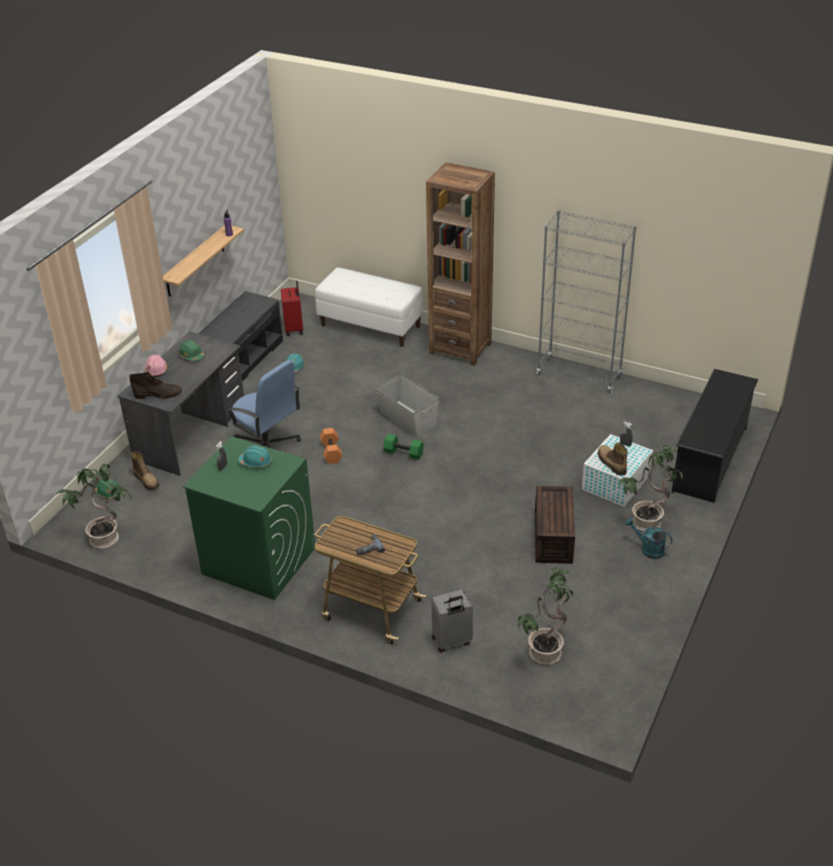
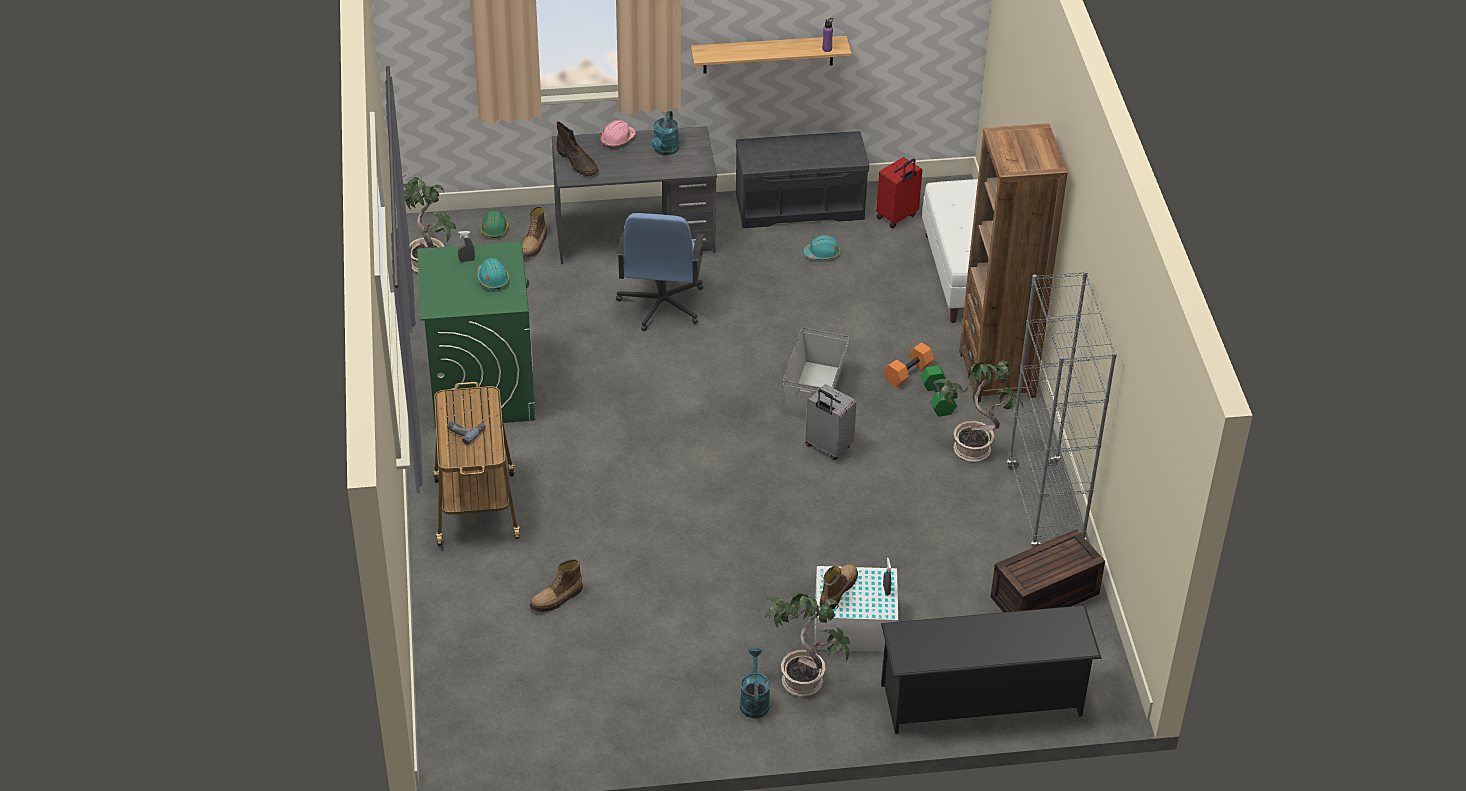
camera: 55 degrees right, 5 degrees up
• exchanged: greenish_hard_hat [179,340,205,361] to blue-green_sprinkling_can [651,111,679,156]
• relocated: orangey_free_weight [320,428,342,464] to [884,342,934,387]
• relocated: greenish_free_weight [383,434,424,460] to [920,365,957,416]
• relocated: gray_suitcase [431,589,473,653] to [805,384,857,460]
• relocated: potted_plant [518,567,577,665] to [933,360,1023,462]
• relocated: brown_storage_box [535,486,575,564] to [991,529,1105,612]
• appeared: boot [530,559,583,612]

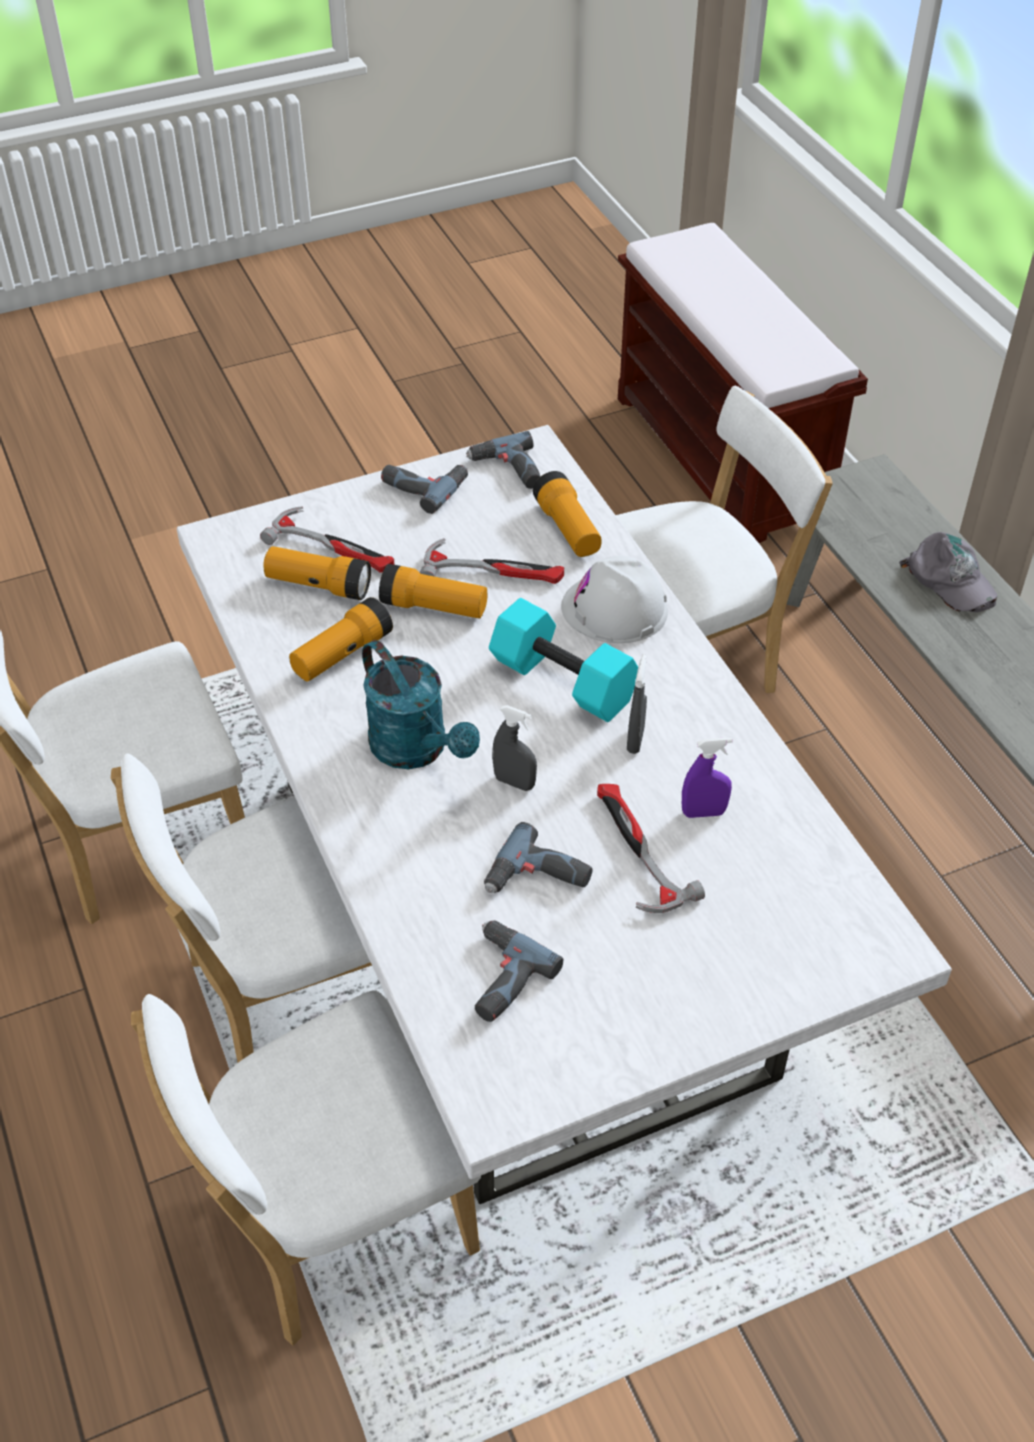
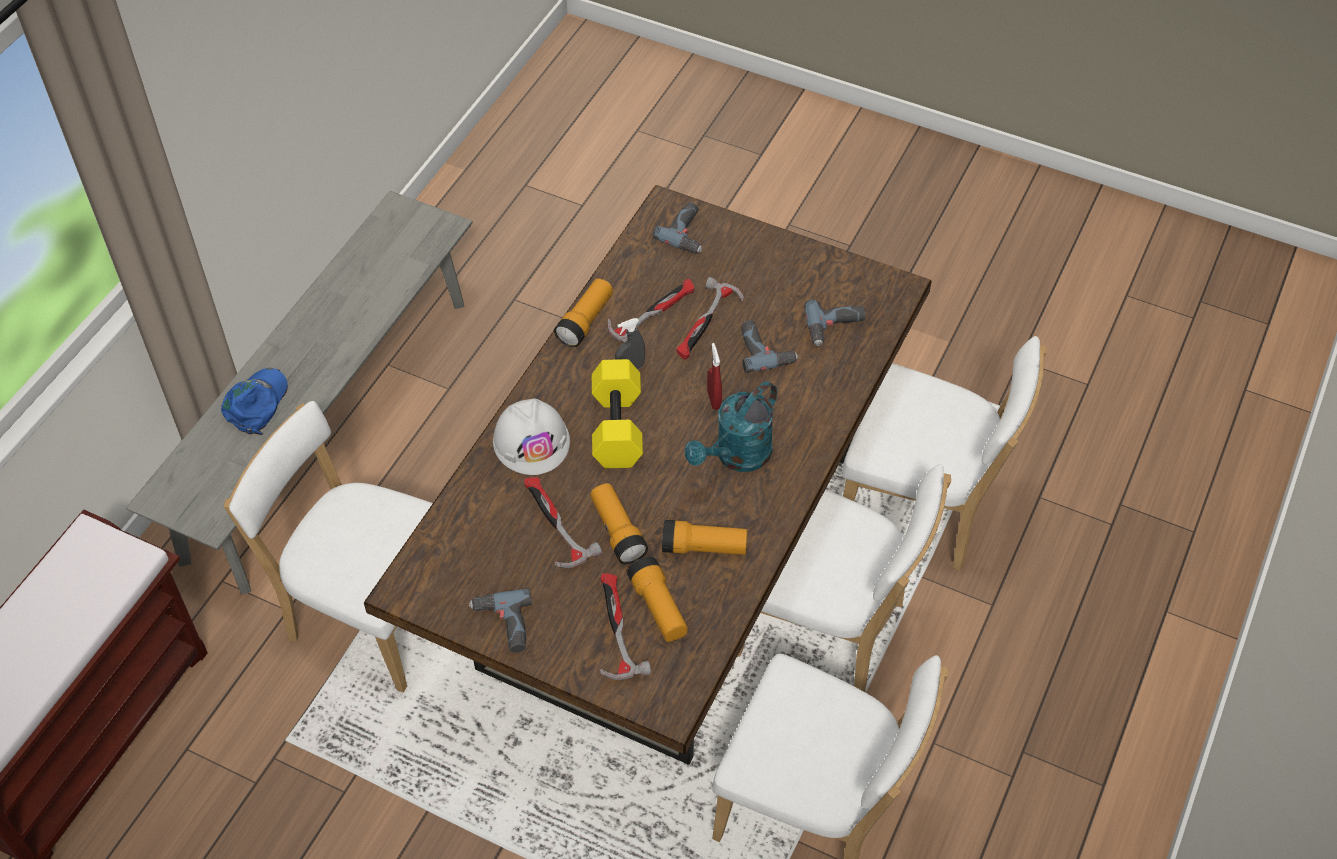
camera: 130 degrees left, 5 degrees up
• colour: white_dinner_table [177,425,952,1204] to brown_dinner_table [364,185,932,765]
• spun: blue-green_sprinkling_can [362,640,480,769] = [685,381,777,472] 150 degrees counterclockwise
• relocated: power_drill [466,431,541,489] to [653,202,702,254]
• colour: blue-green_free_weight [489,598,638,722] to yellow_free_weight [592,359,643,468]
• colour: gray_sprayer [492,705,537,791] to reddish_sprayer [707,343,722,410]
• relocated: torch [533,471,602,557] to [554,278,613,347]
• exchanged: purple_sprayer [682,737,733,818] to hammer [608,279,694,342]
• colour: gray_cap [899,532,997,612] to blue-coloured_cap [221,368,288,435]

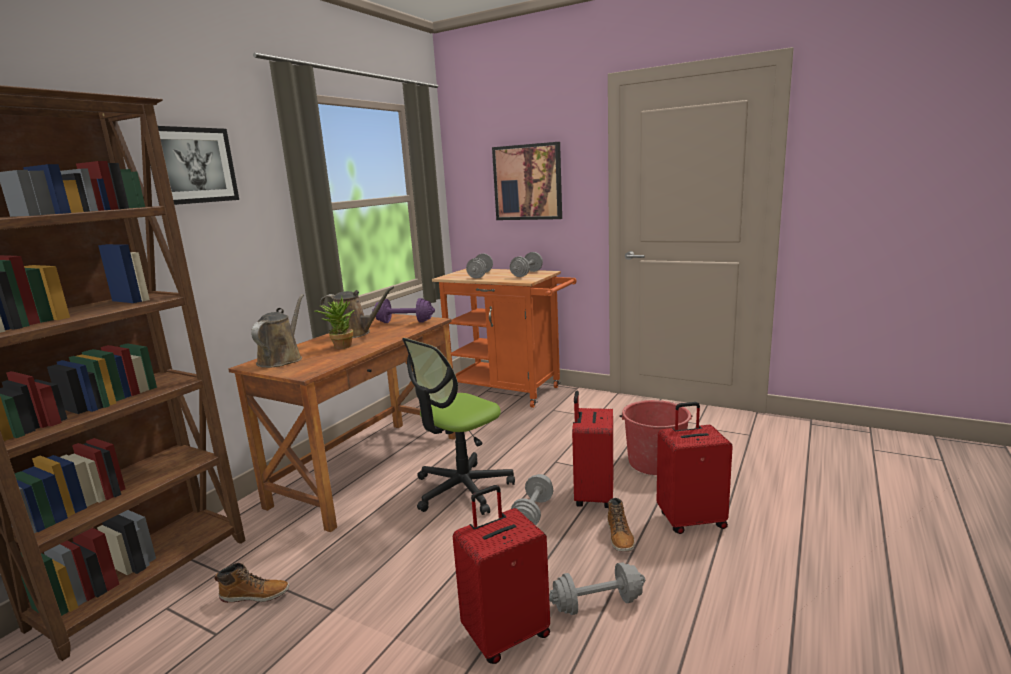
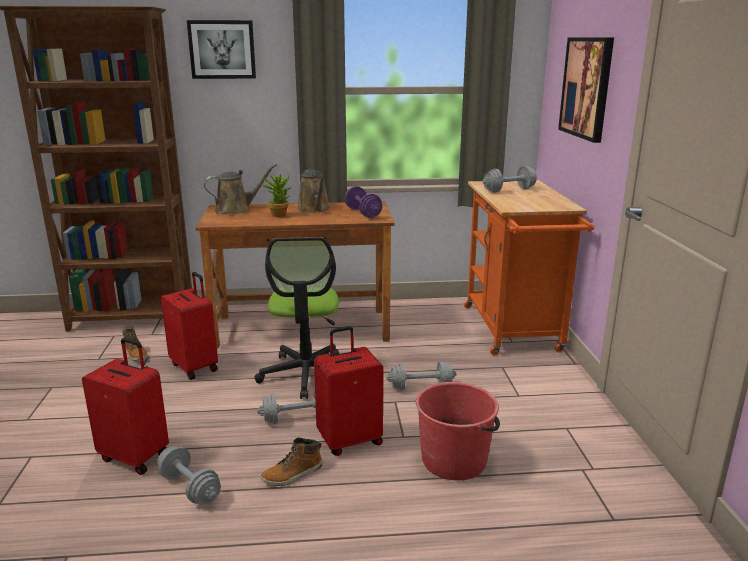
camera: 55 degrees right, 5 degrees up
• spun: desk_chair [402,338,515,515] = [254,237,339,399] 105 degrees counterclockwise
• relocated: gray_free_weight [510,252,543,277] to [386,361,457,390]
• relocated: reddish_suitcase [657,402,733,534] to [161,272,218,380]

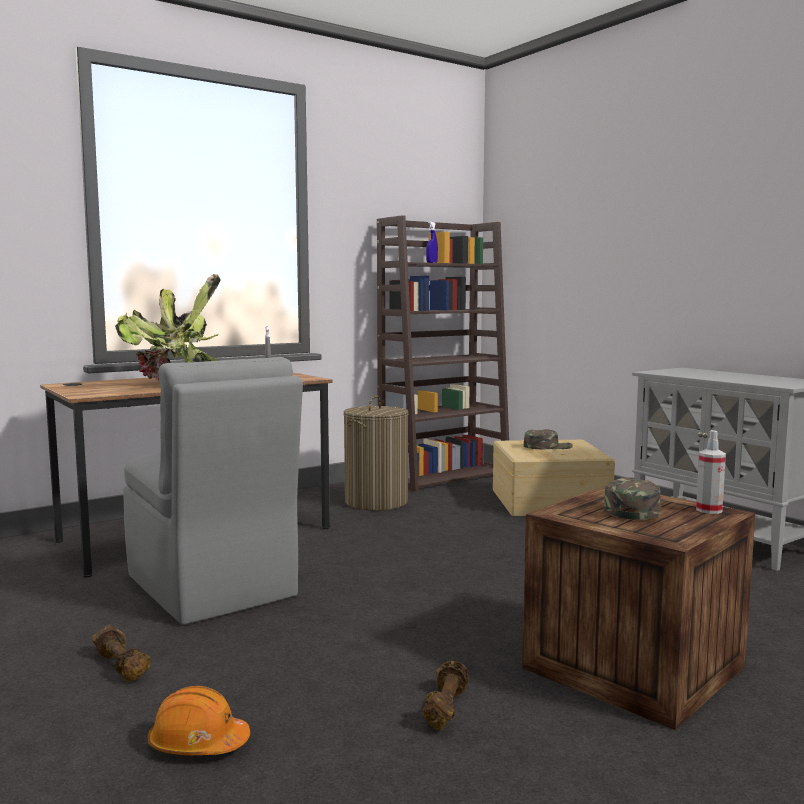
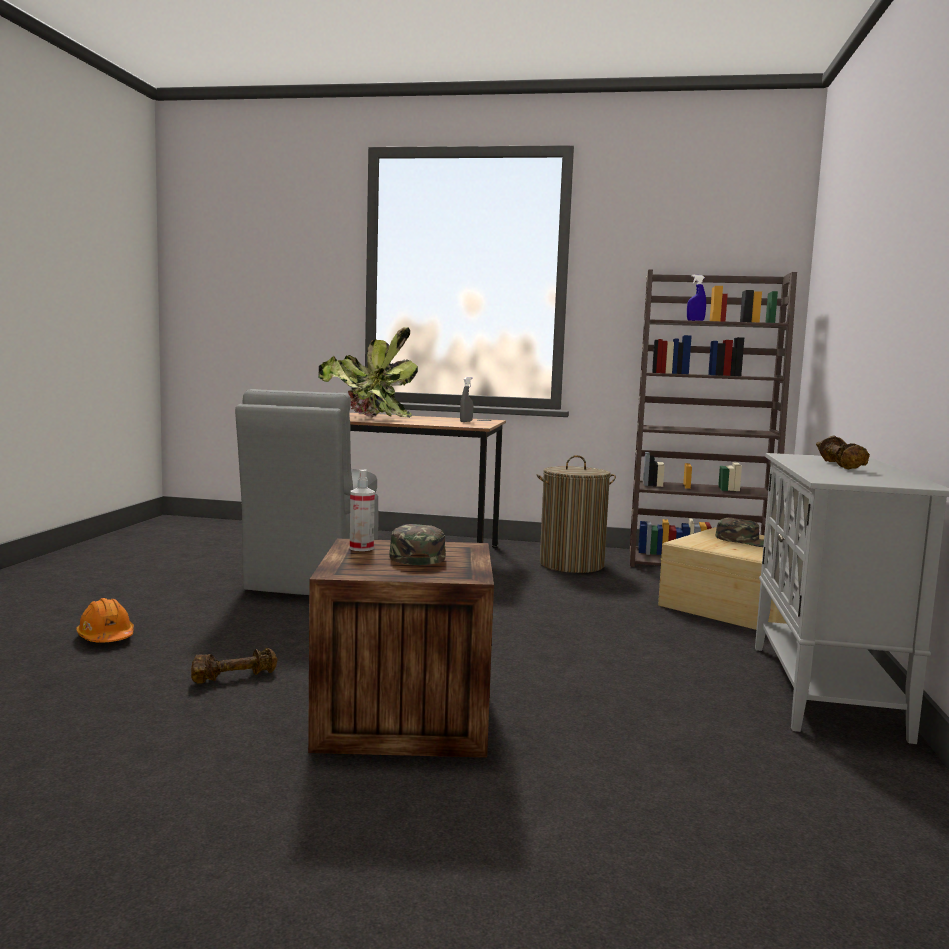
camera: 45 degrees right, 0 degrees up
• relocated: brown_free_weight [92,624,151,682] to [816,435,870,469]
• spun: greenish_cap [603,477,661,520] = [389,524,446,565] 75 degrees counterclockwise
• relocated: sprayer [696,430,726,514] to [350,469,375,551]

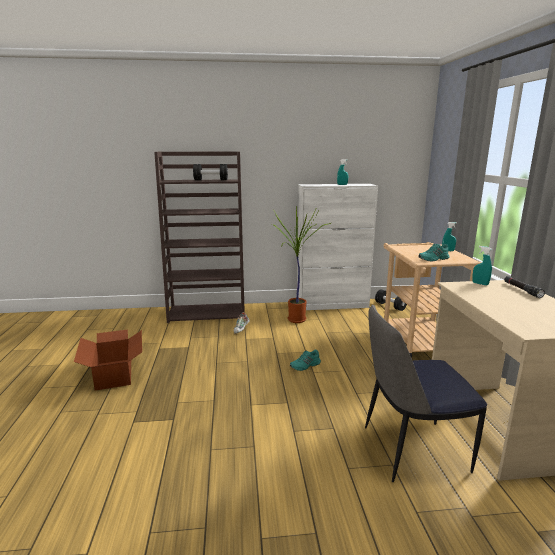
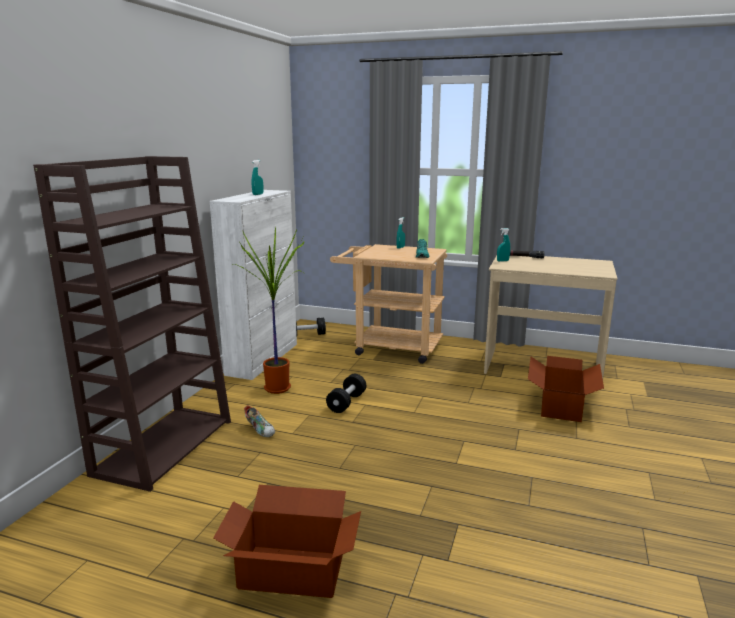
camera: 65 degrees left, 0 degrees up
• relocated: black-coloured_free_weight [193,164,228,180] to [326,374,366,413]
• missing: blue-green_low_shoe [290,349,321,371]
• exchanged: chair [365,304,487,482] to cardboard_box [528,356,604,422]

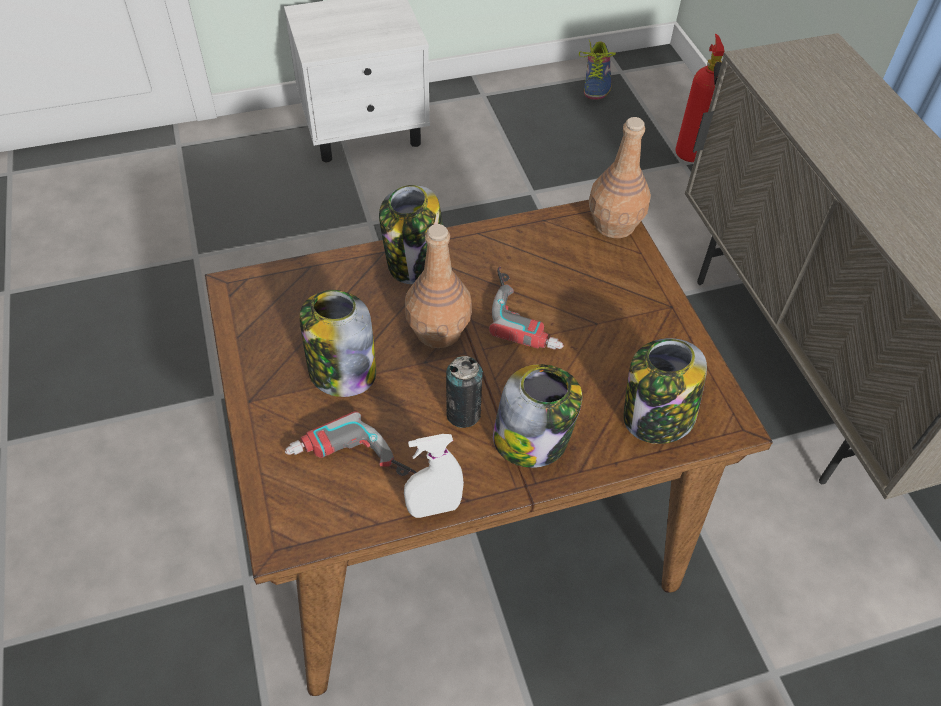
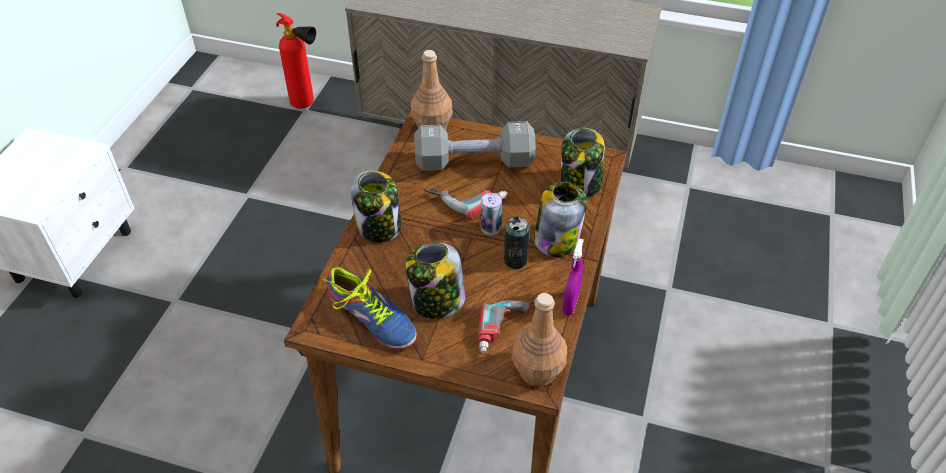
camera: 55 degrees left, 5 degrees down
• colour: white_sprayer [404,434,464,518] to purple_sprayer [562,239,584,315]
• relocated: brown_drink_bottle [405,224,472,348] to [512,293,567,386]
• relocated: low_shoe [579,40,616,100] to [323,267,417,350]
• appeared: gray_free_weight [414,121,536,171]
• appeared: can [481,193,502,235]

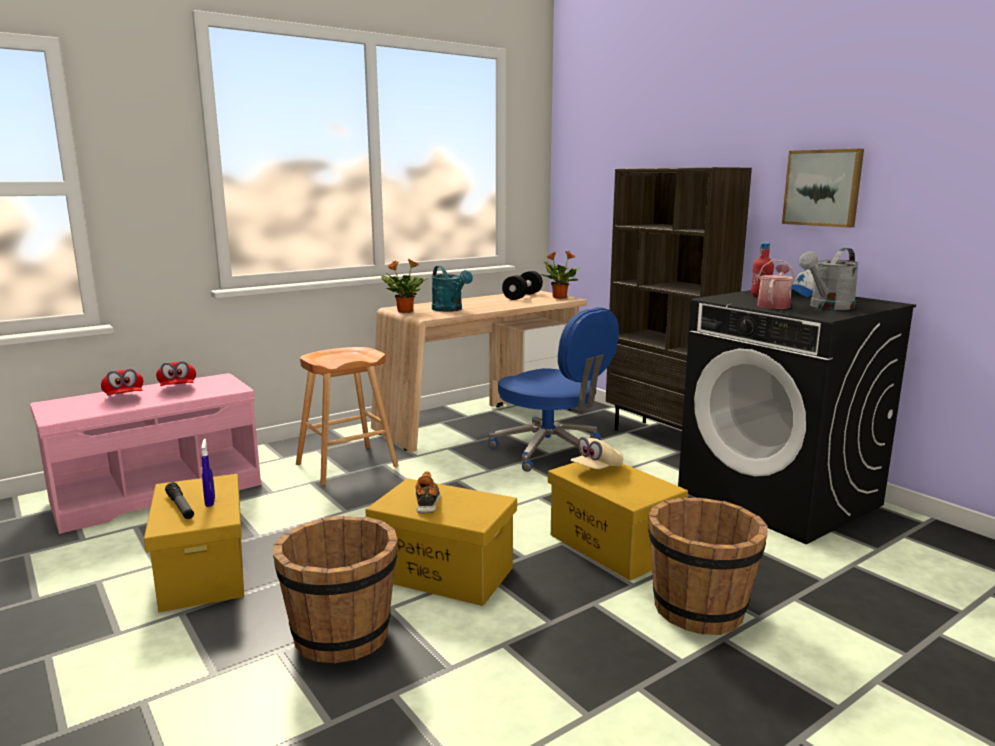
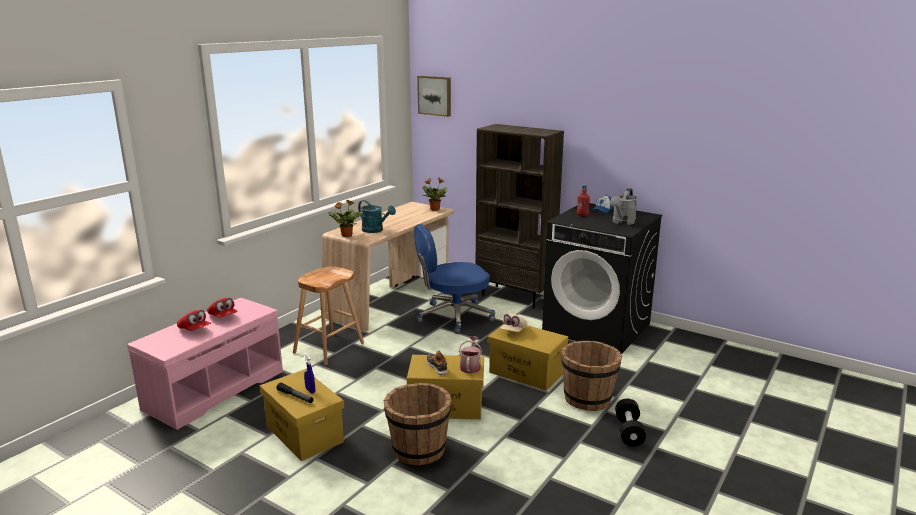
camera: 20 degrees left, 5 degrees up
• spun: blue-coloured_desk_chair [488,307,619,472] = [414,224,495,334] 135 degrees clockwise
• relocated: black-coloured_free_weight [502,271,543,300] to [615,399,646,447]
• relocated: sprinkling_can [757,259,795,309] to [459,336,482,374]
• relocated: wall_art [782,149,864,228] to [417,76,451,117]

